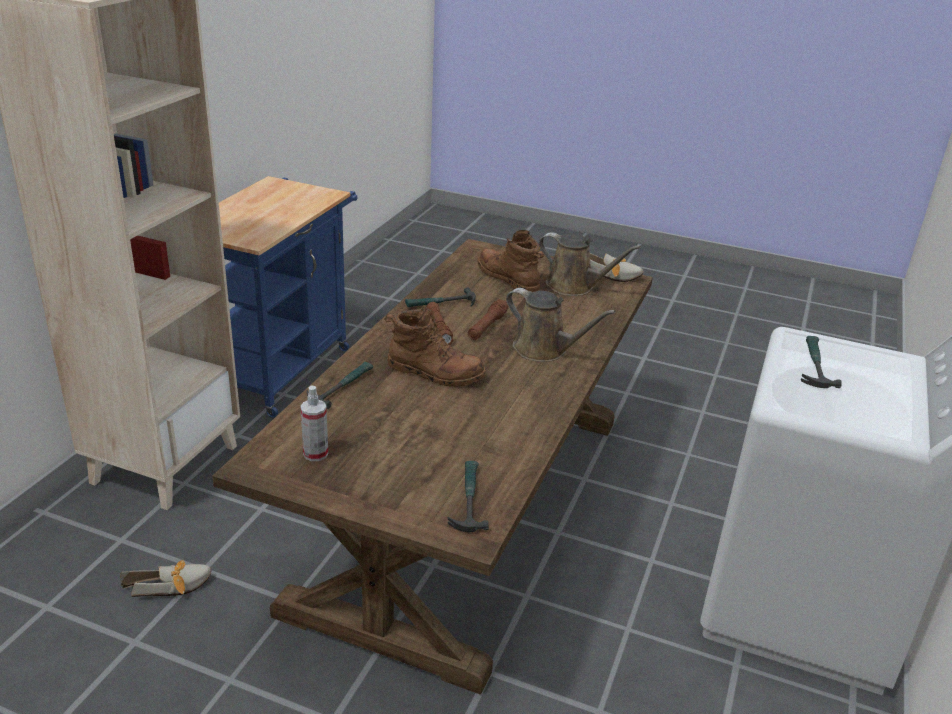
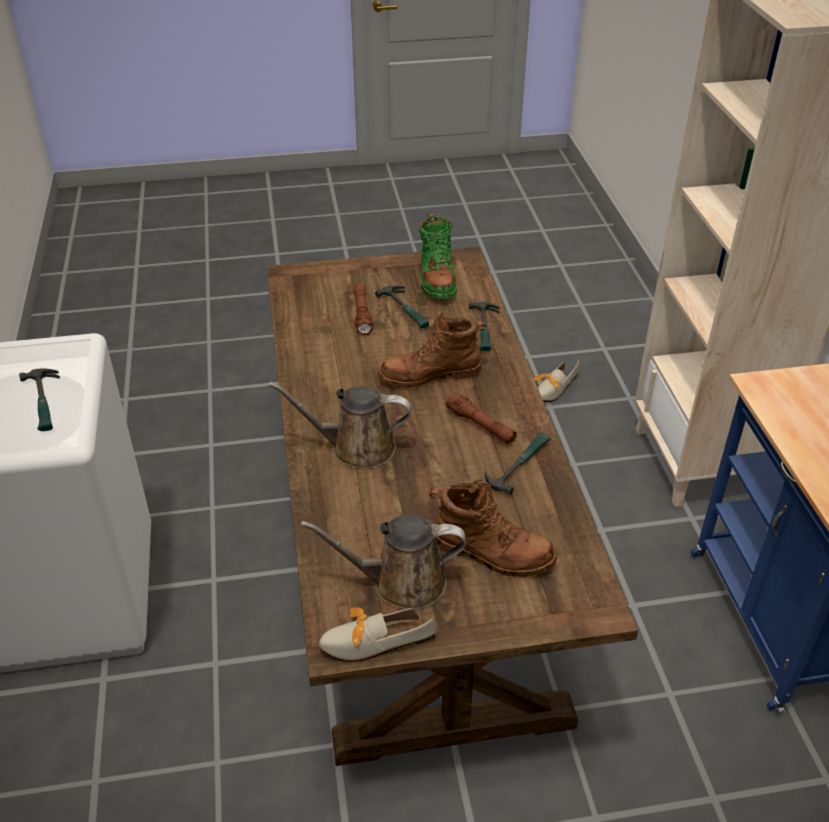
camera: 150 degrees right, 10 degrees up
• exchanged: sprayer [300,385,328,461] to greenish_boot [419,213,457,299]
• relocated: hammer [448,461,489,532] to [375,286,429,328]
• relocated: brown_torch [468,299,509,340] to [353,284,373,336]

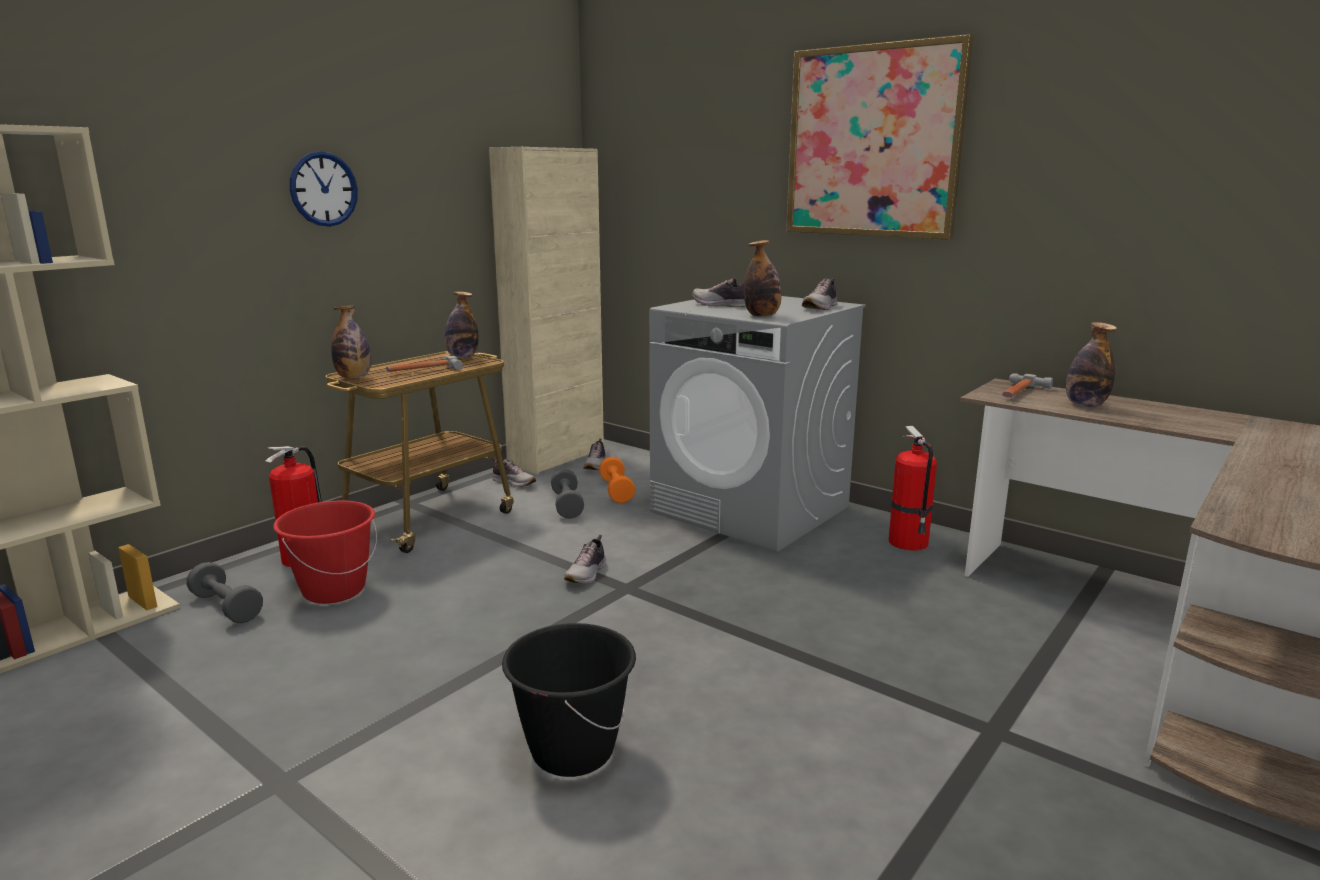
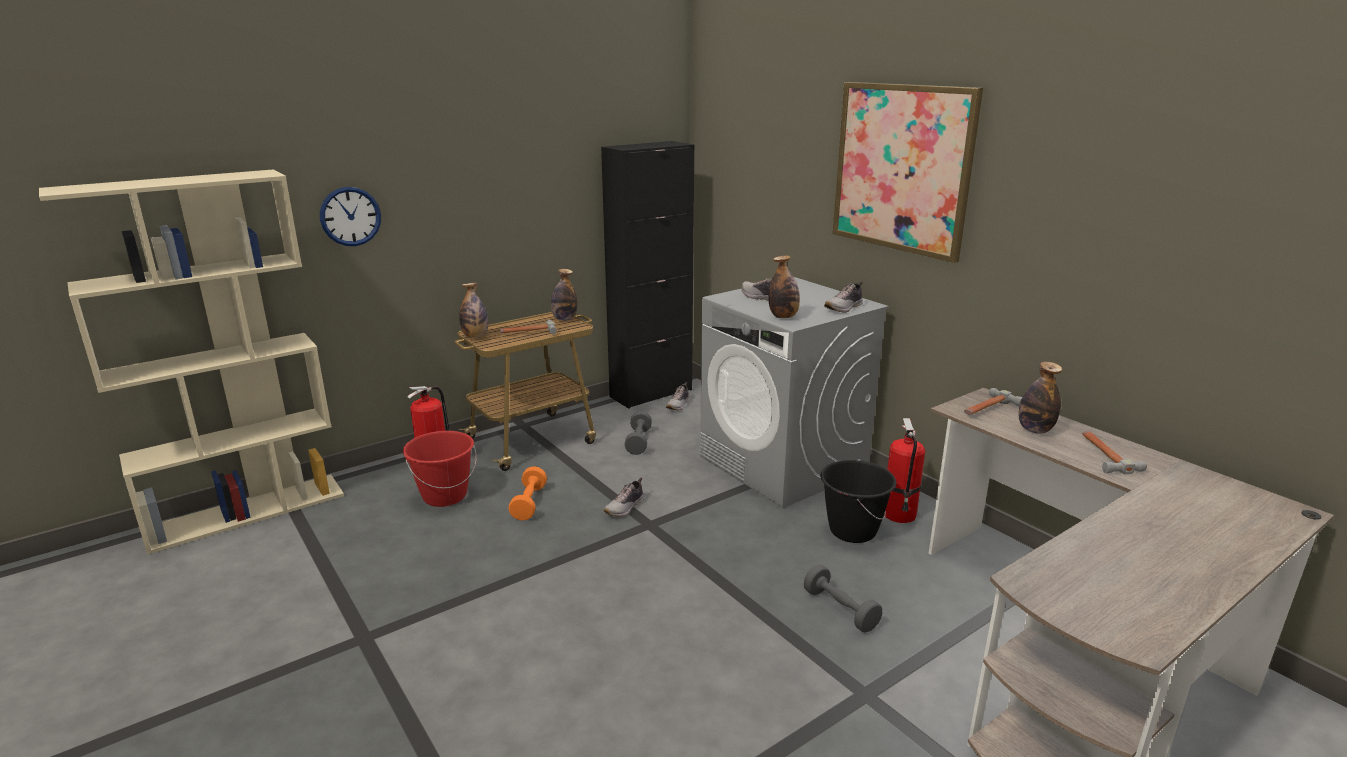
camera: 15 degrees right, 5 degrees up
• relocated: gray_free_weight [187,562,263,623] to [804,565,882,633]
• relocated: wall_clock [290,151,358,227] to [320,187,381,246]
• colour: beige_cabinet [489,147,604,474] to black-coloured_cabinet [601,141,694,409]
• missing: low_shoe [492,457,536,487]
• relocated: black-coloured_pail [502,623,636,777] to [821,460,896,543]
• relocated: orangey_free_weight [599,457,635,503] to [509,466,547,521]
• appeared: hammer [1082,431,1147,474]

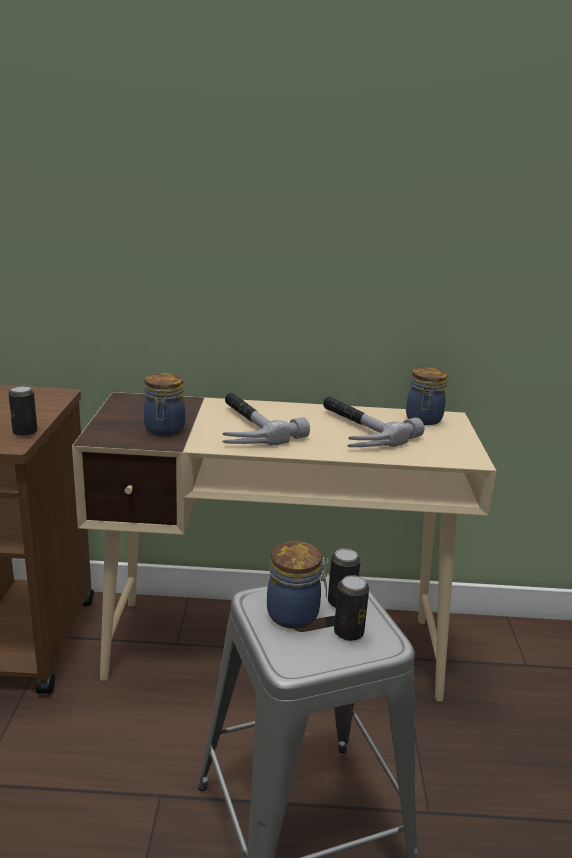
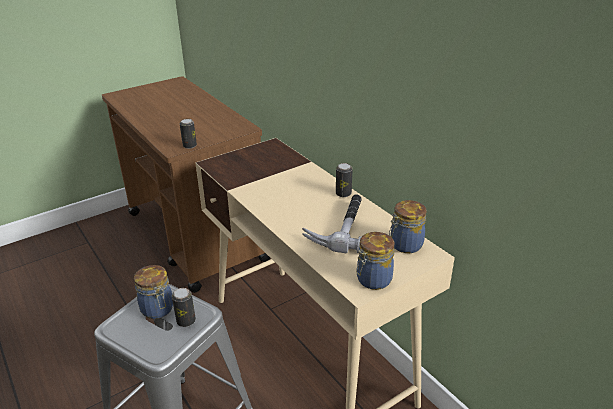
camera: 55 degrees right, 10 degrees up
• relocated: storage_jar [144,373,185,436] to [356,232,394,290]
• missing: hammer [222,393,310,446]
• relocated: can [334,575,369,641] to [336,163,353,197]

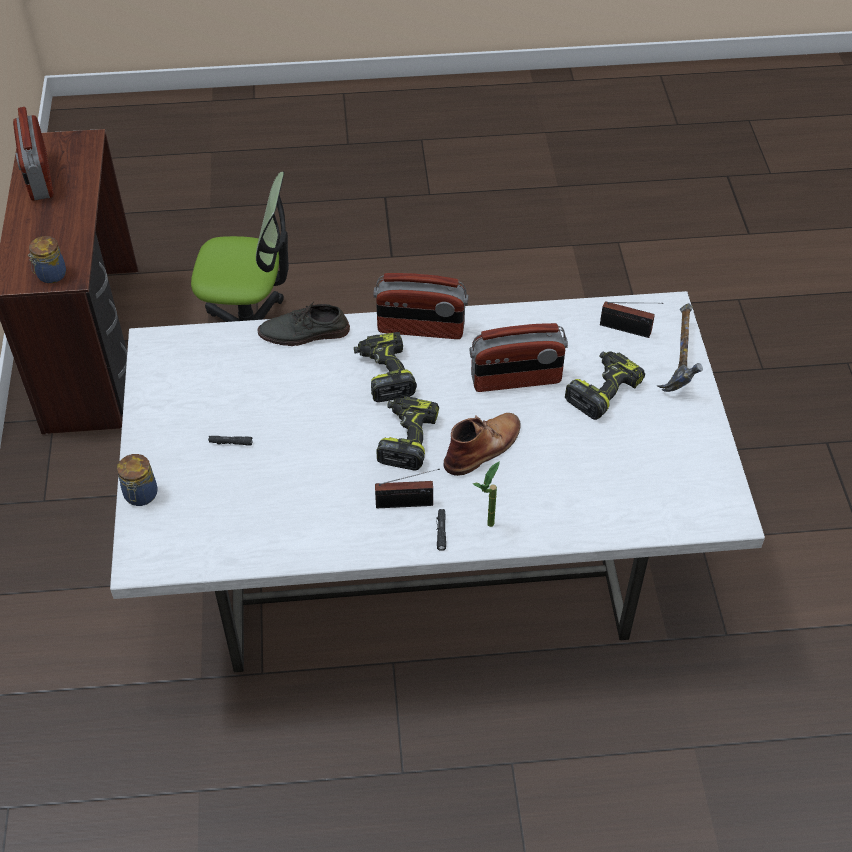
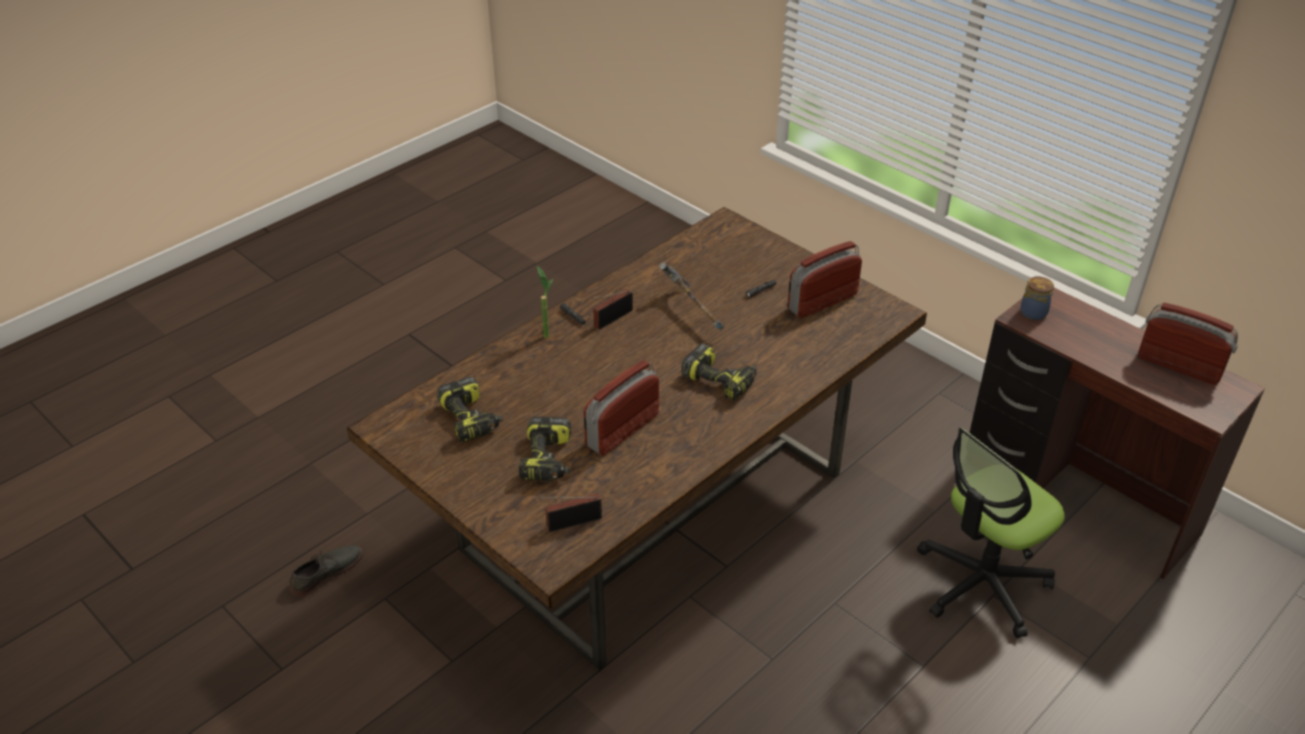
camera: 140 degrees right, 10 degrees down
• colour: white_dinner_table [110,291,765,672] to brown_dinner_table [347,207,927,670]
• missing: storage_jar [117,454,158,506]
• relocated: gray_low_shoe [257,301,350,346] to [289,545,363,597]
• relocated: radio_receiver [373,273,469,339] to [788,241,862,318]
• relocated: power_drill [377,396,439,471] to [437,377,502,442]
• missing: brown_boot [443,413,521,476]
• relocated: hammer [656,303,703,392] to [660,263,724,331]

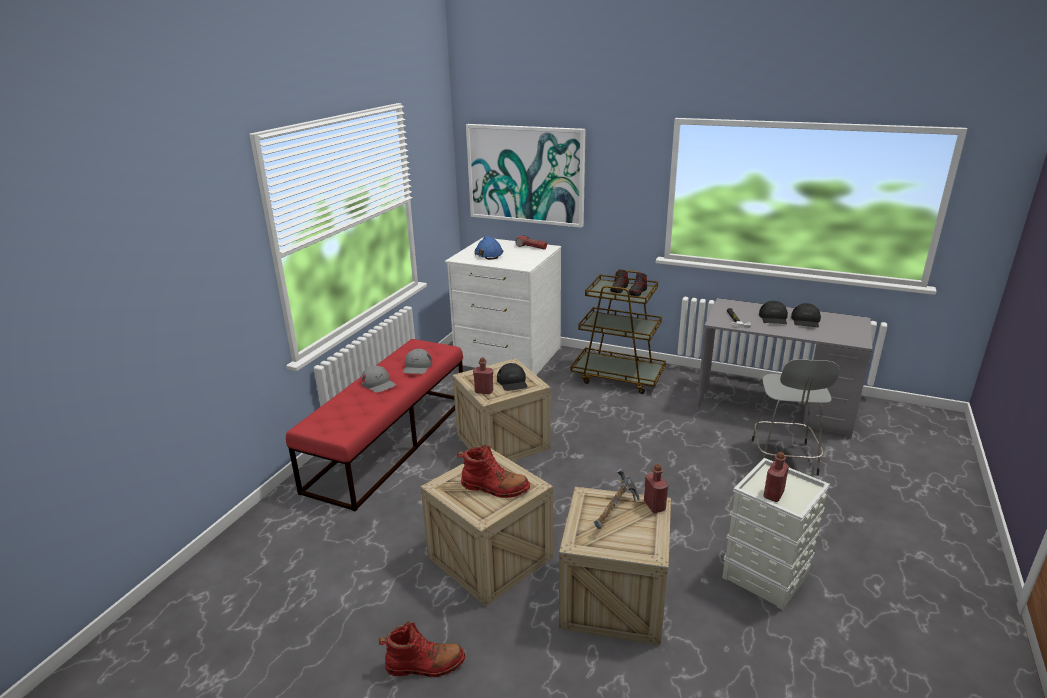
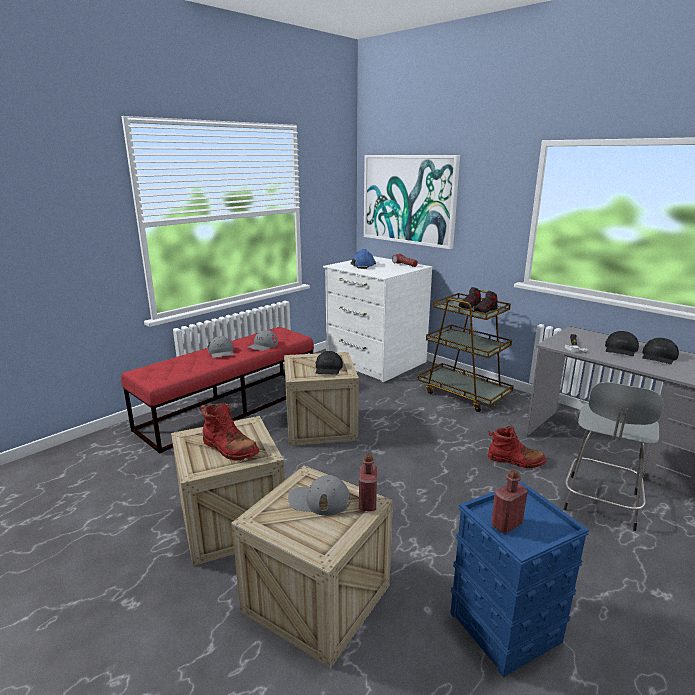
camera: 20 degrees right, 5 degrees down
• relocated: reddish_boot [379,621,465,677] to [488,426,546,468]
• missing: reddish_drink_bottle [473,357,493,394]
• exchanged: hammer [594,468,639,529] to gray_cap [288,475,351,516]
• colour: gray_storage_box [722,458,830,610] to blue-coloured_storage_box [450,481,589,677]

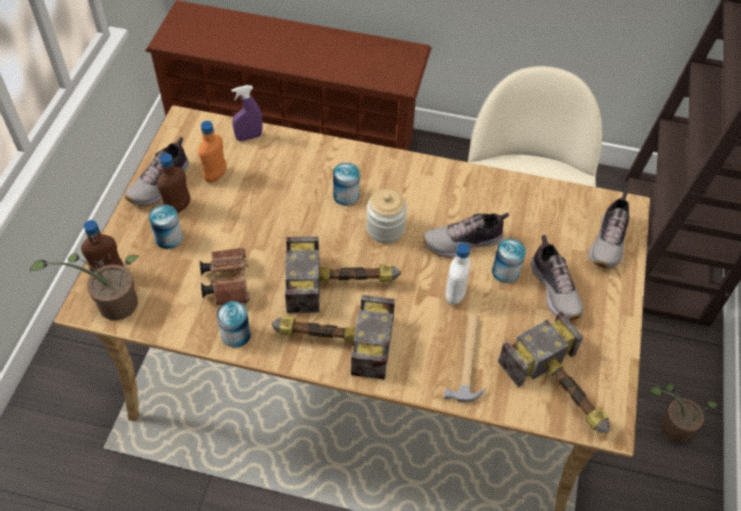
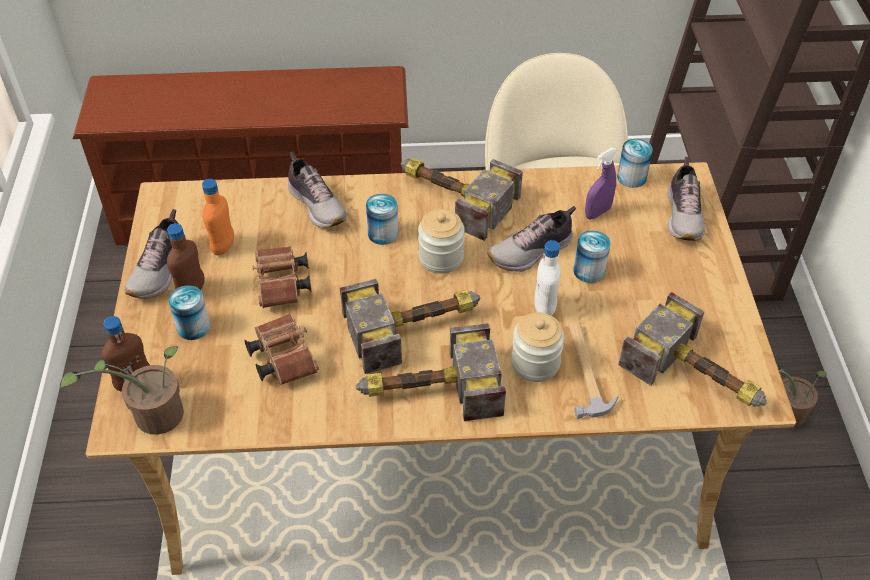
camera: 15 degrees left, 5 degrees down
• relocated: can [217,301,251,348] to [617,139,653,188]
• relocated: purple_sprayer [231,85,263,141] to [585,148,617,219]
• relocated: low_shoe [530,235,583,320] to [288,151,346,228]
• appeared: brown_field_glasses [252,246,312,308]
• appeared: hammer [401,158,523,241]
• appeared: storage_jar [511,313,564,382]

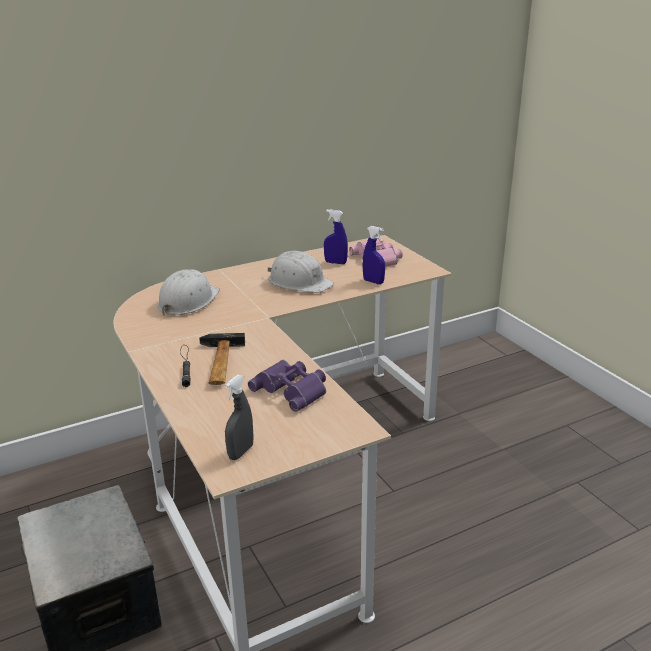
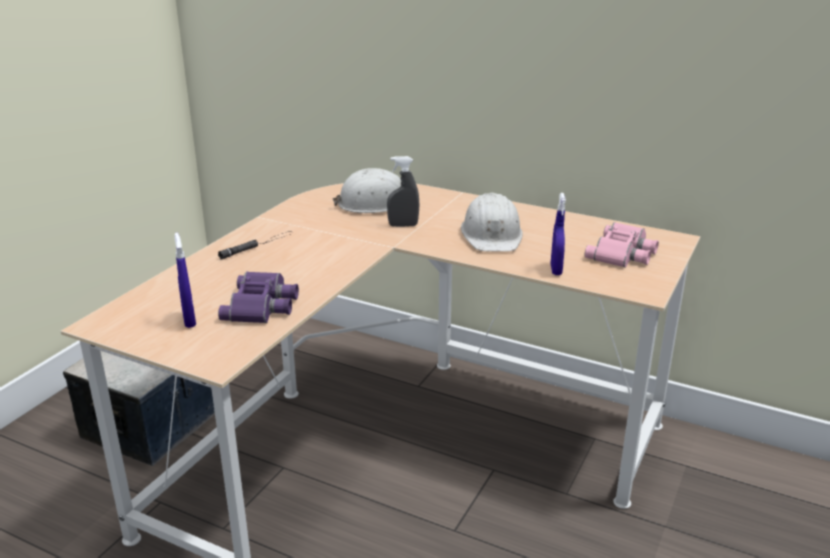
camera: 55 degrees right, 0 degrees up
• missing: hammer [199,333,245,385]
• relocated: gray_sprayer [225,375,254,460] to [387,156,420,227]
• relocated: blue-coloured_sprayer [324,209,348,264] to [174,233,196,328]

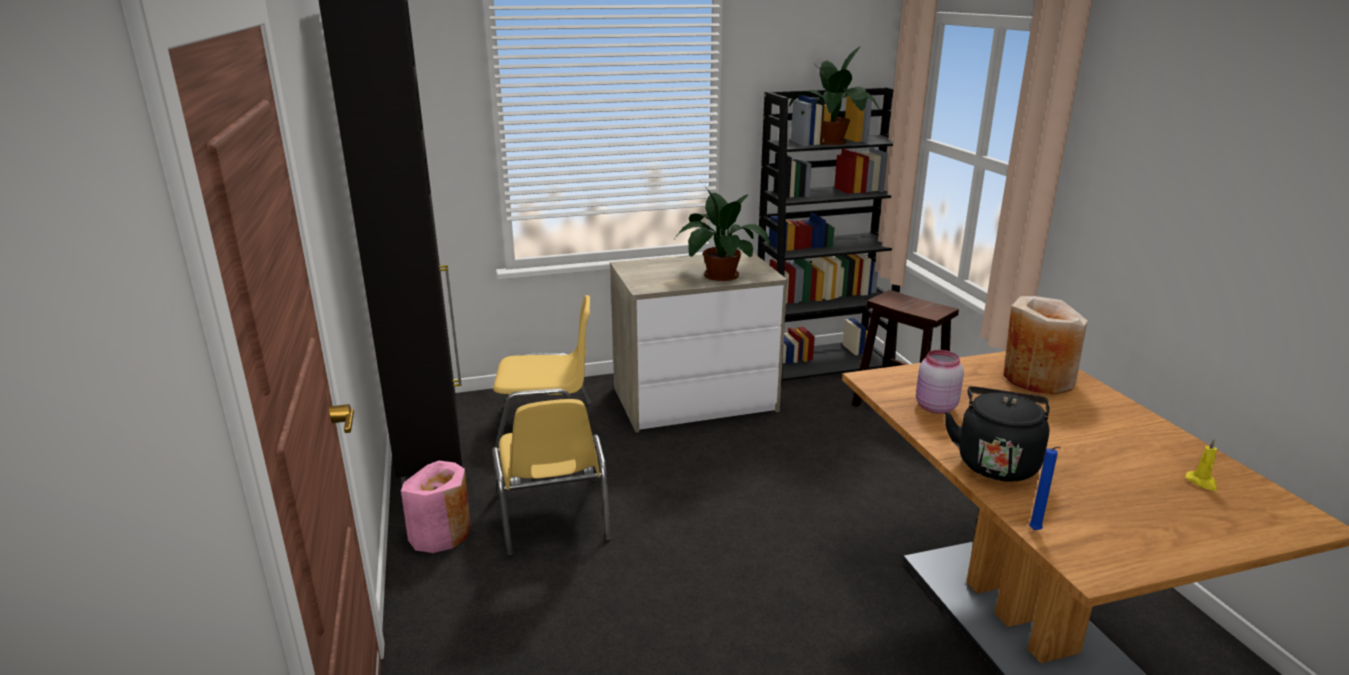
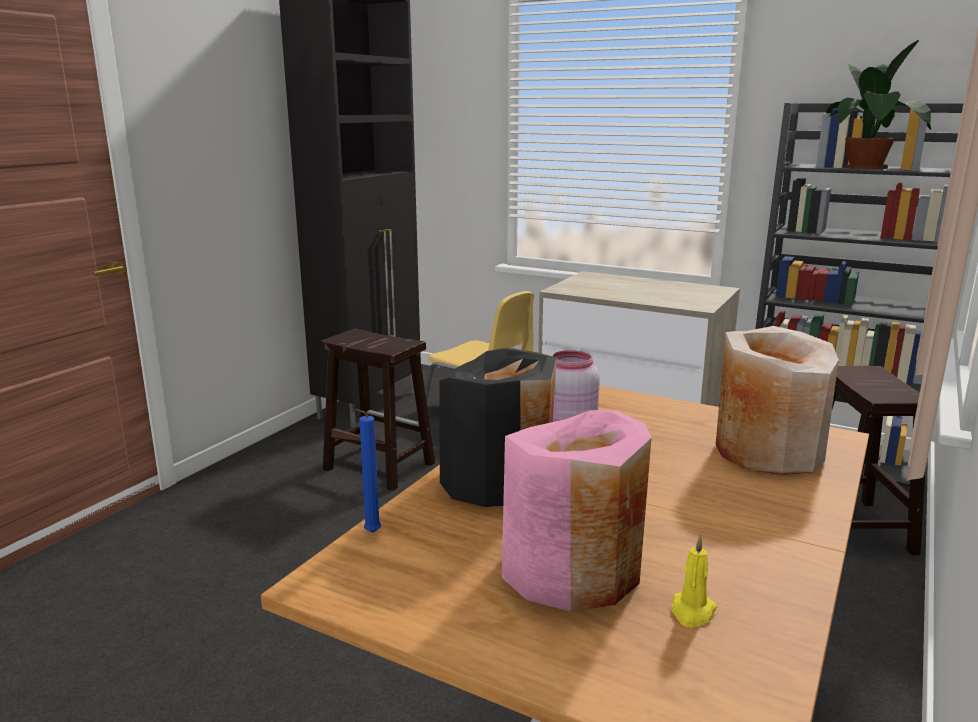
camera: 45 degrees right, 5 degrees down
• relocated: pink_flower_vase [401,461,470,553] to [502,410,652,611]
• exchanged: yellow_chair [492,399,611,557] to brown_stool_seat [321,329,435,491]
• missing: potted_plant [675,181,771,281]
• exchanged: black-coloured_tea_kettle [945,386,1050,481] to black-coloured_flower_vase [439,348,556,507]

